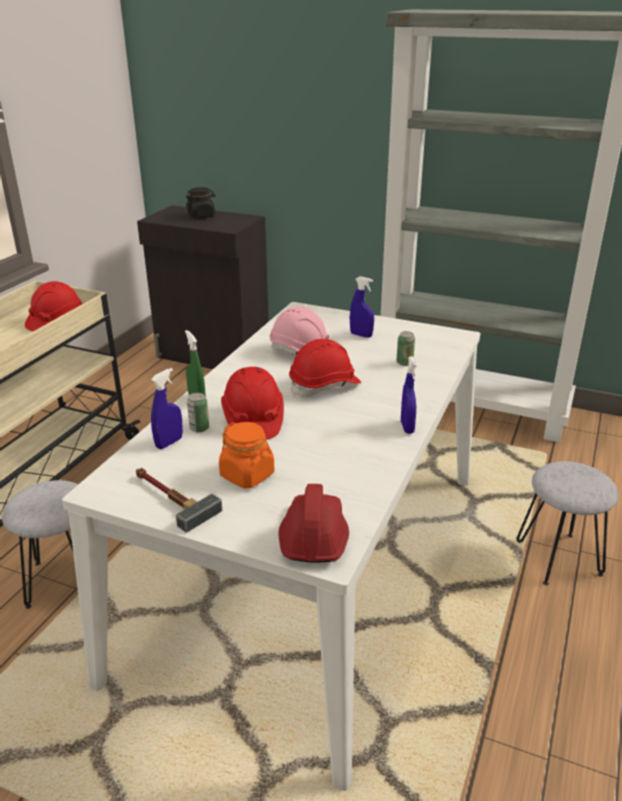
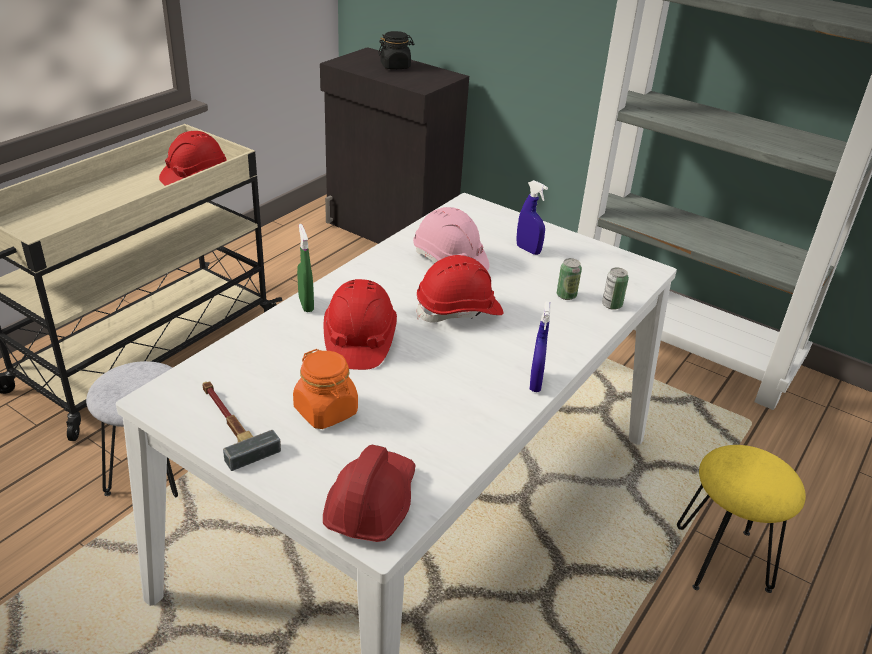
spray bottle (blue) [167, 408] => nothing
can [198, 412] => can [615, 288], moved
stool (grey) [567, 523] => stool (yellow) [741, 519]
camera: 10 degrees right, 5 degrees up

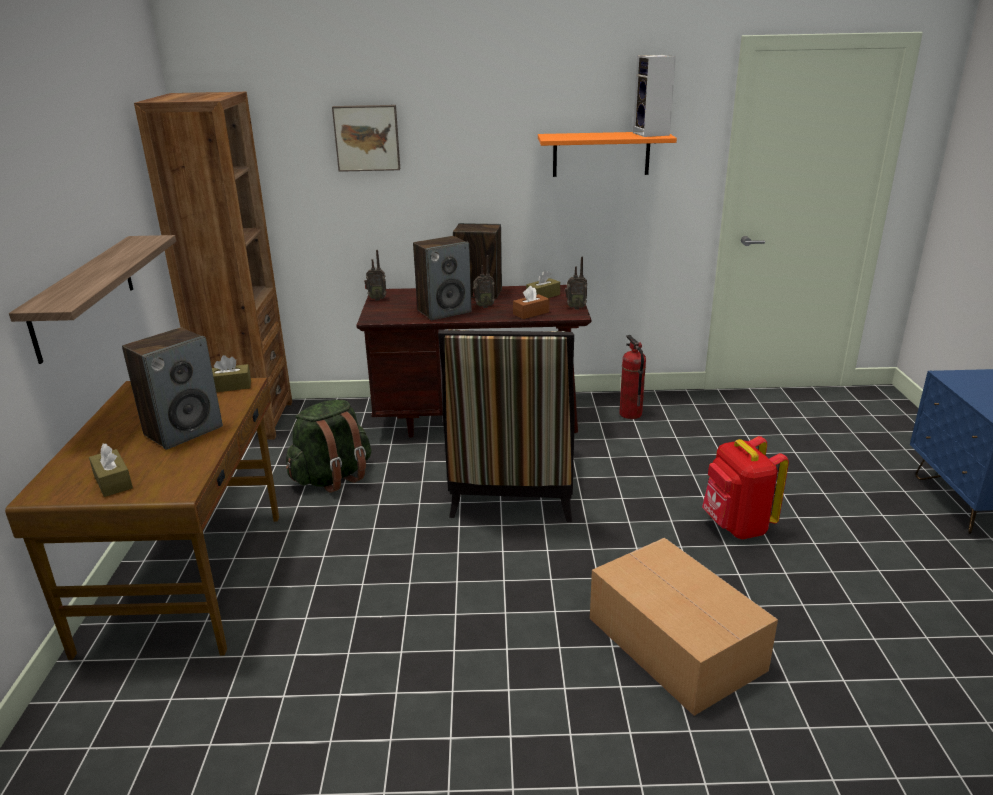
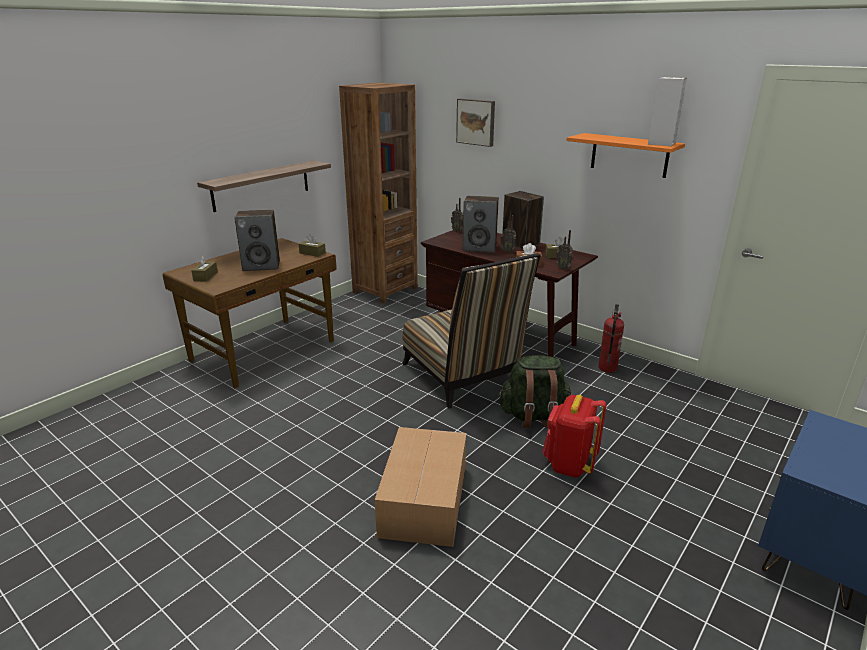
chair [506, 425] => chair [471, 331], 75 degrees counterclockwise
backpack (green) [328, 446] => backpack (green) [535, 391], moved
camera: 40 degrees right, 0 degrees up

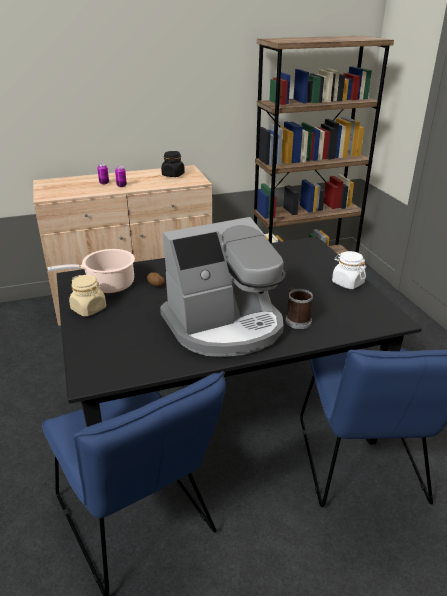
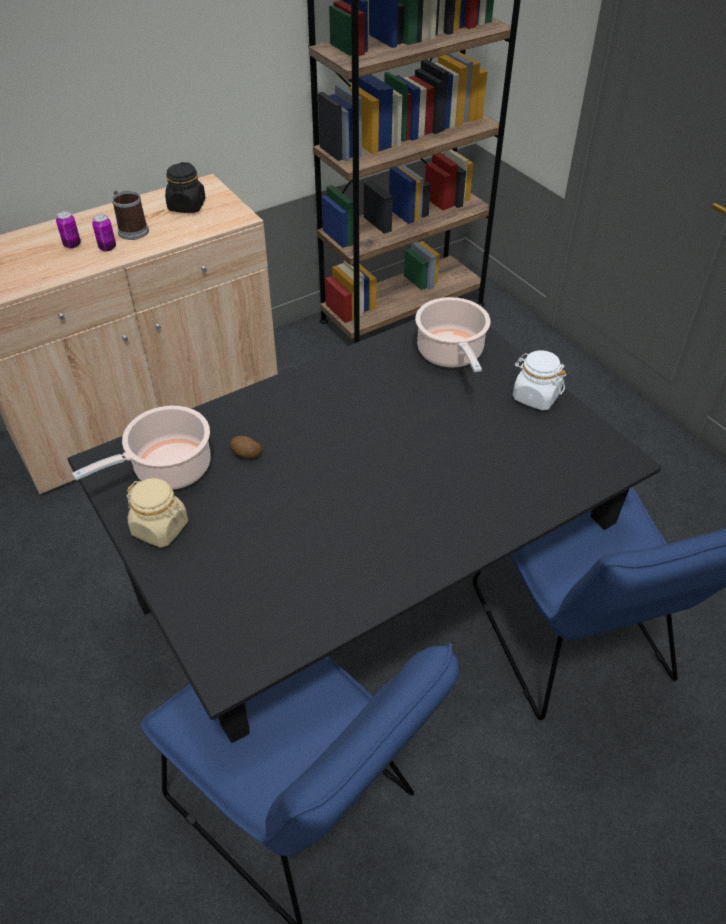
coffee machine [223, 287] => nothing
mug [299, 308] => mug [130, 215], moved
nothing => cooking pot [452, 334]
camera: 15 degrees left, 15 degrees up

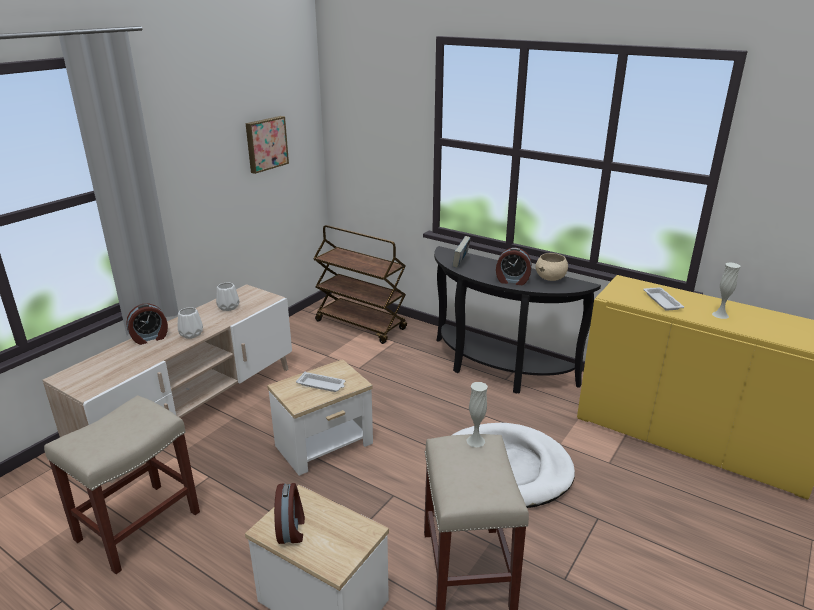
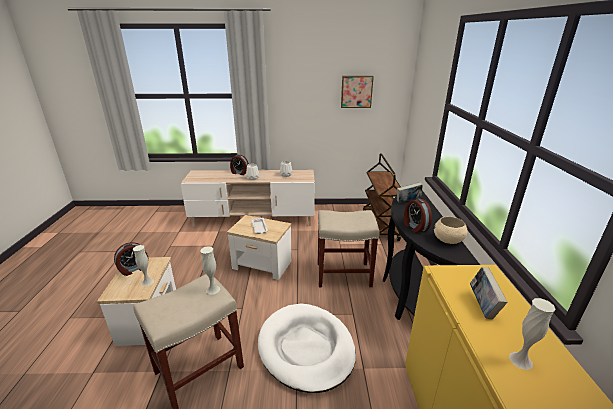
tray (white) [663, 299] => book [488, 293]
stool (beige) [122, 484] => stool (beige) [349, 248], moved
nothing => vase (white) [143, 265]
camera: 55 degrees right, 0 degrees up

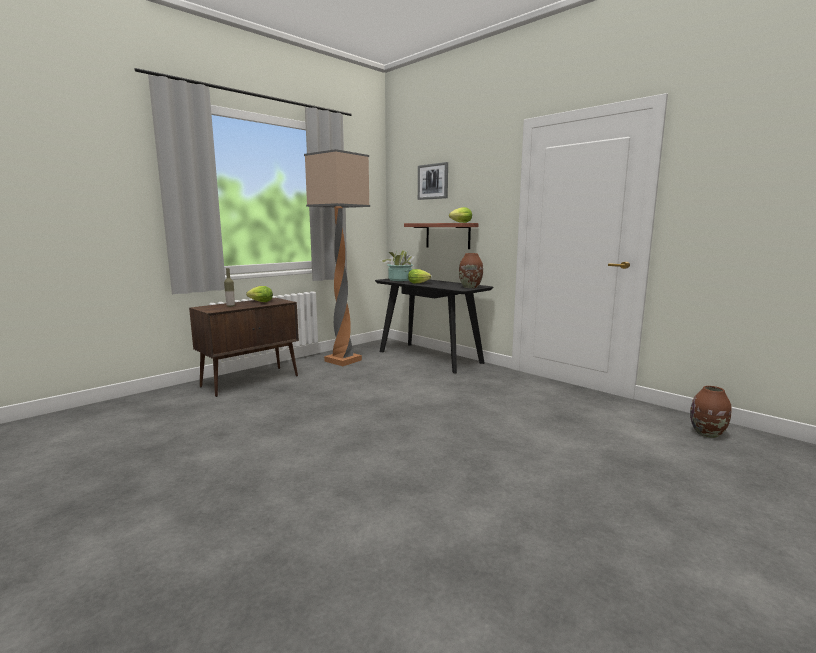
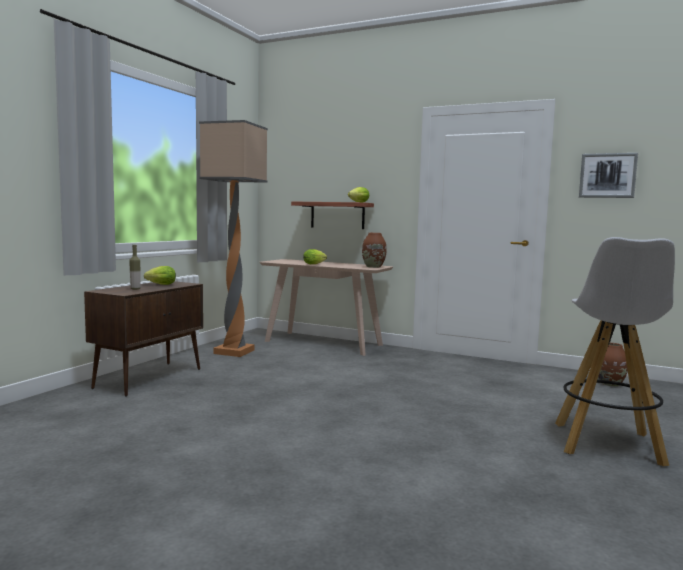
picture [433, 181] => picture [608, 175], moved
potted plant [397, 265] => nothing
console table (black) [434, 326] => console table (beige) [326, 307]
nothing => stool (white) [615, 351]
camera: 20 degrees left, 5 degrees down

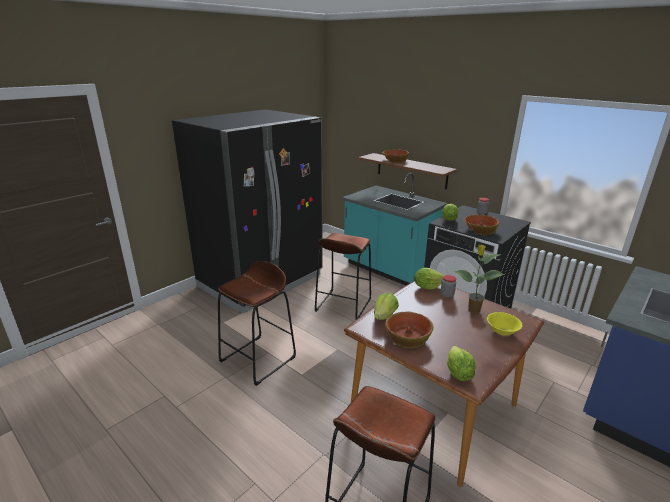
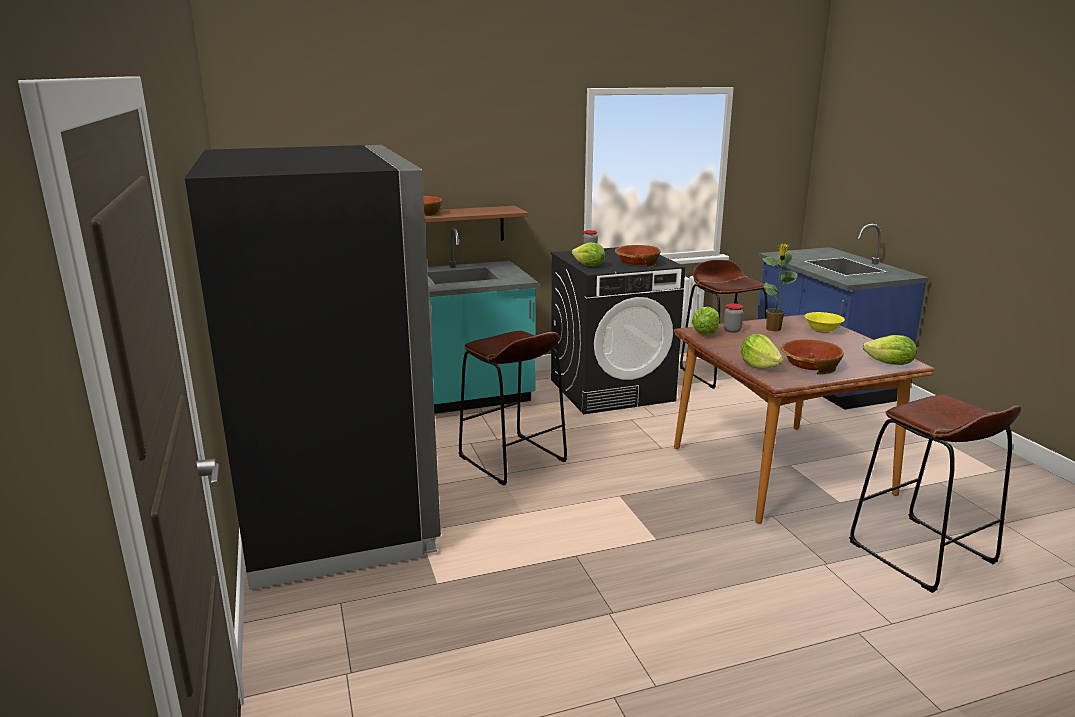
stool (brown) [257, 323] => stool (brown) [724, 324], moved
camera: 60 degrees left, 5 degrees down

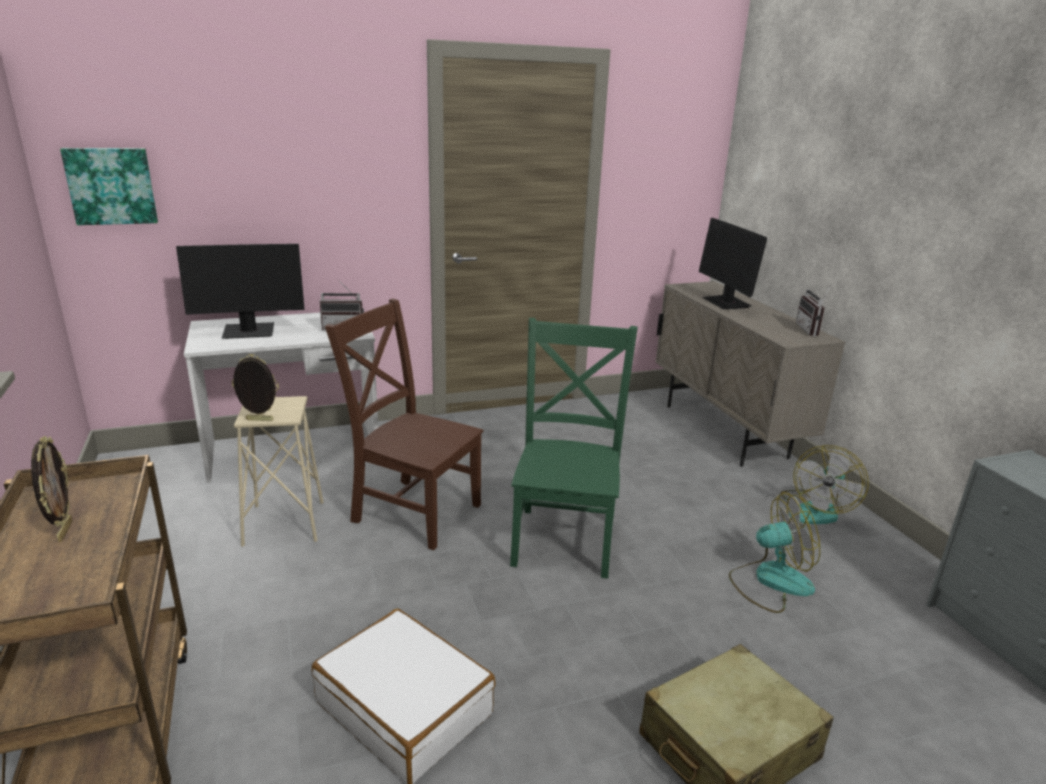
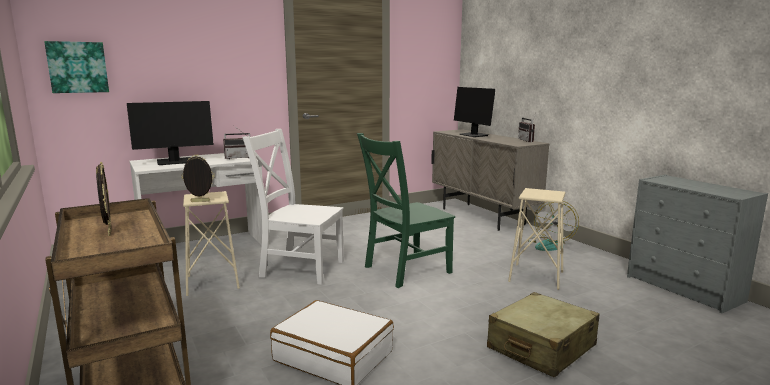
chair (brown) [404, 424] => chair (white) [293, 207]
chair (green) [574, 448] => chair (green) [406, 210], 120 degrees counterclockwise
fan [774, 552] => stool (beige) [537, 239]
camera: 10 degrees left, 10 degrees down

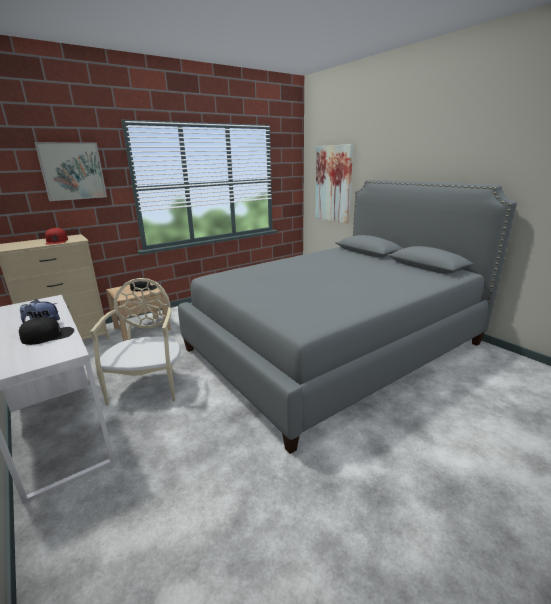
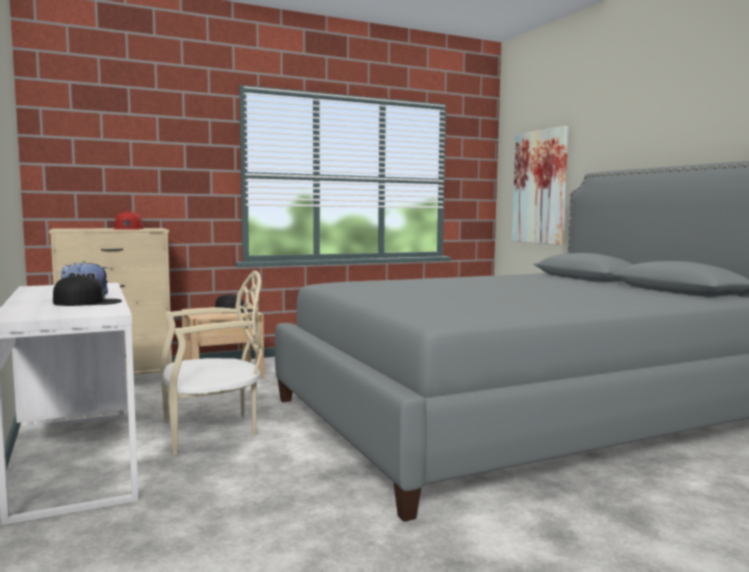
picture [70, 171] => nothing
chair (beige) [135, 342] => chair (beige) [211, 363], 60 degrees clockwise
camera: 10 degrees right, 15 degrees down

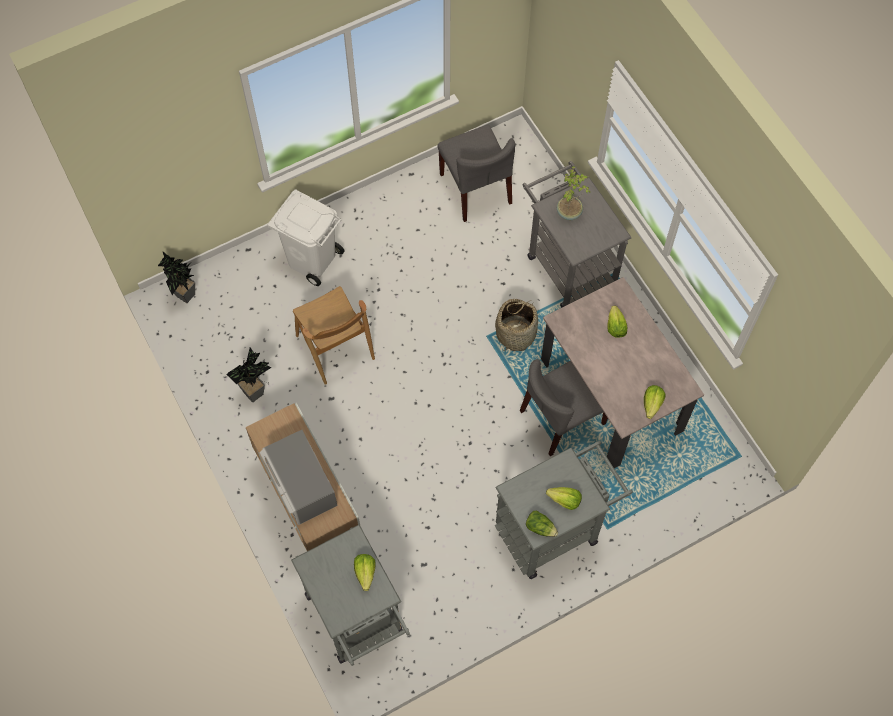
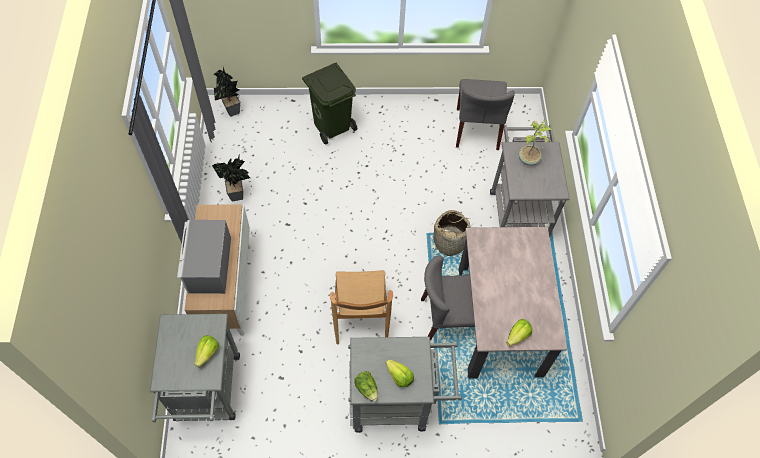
trash can (white) [306, 237] => trash can (green) [329, 104]
chair (brown) [334, 335] => chair (brown) [361, 307], moved
lettuce [617, 322] => nothing
camera: 25 degrees right, 5 degrees down

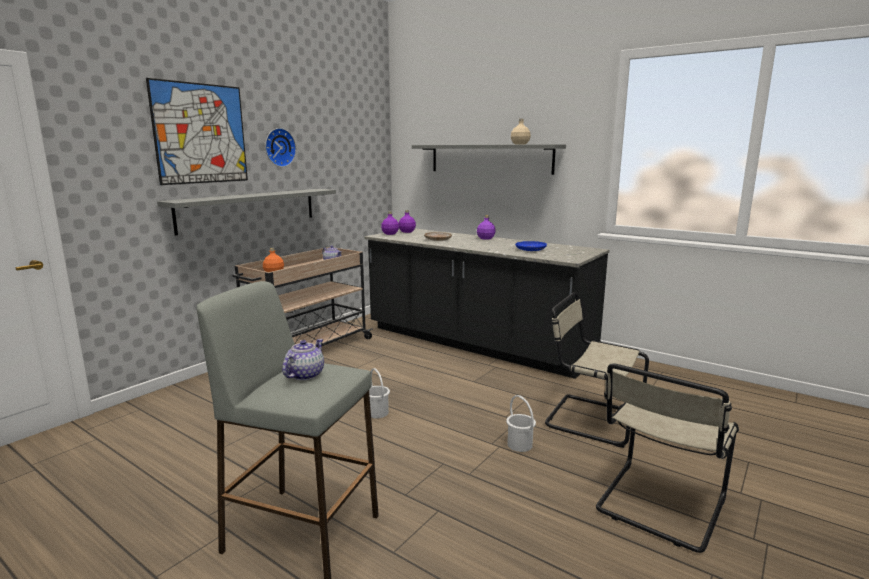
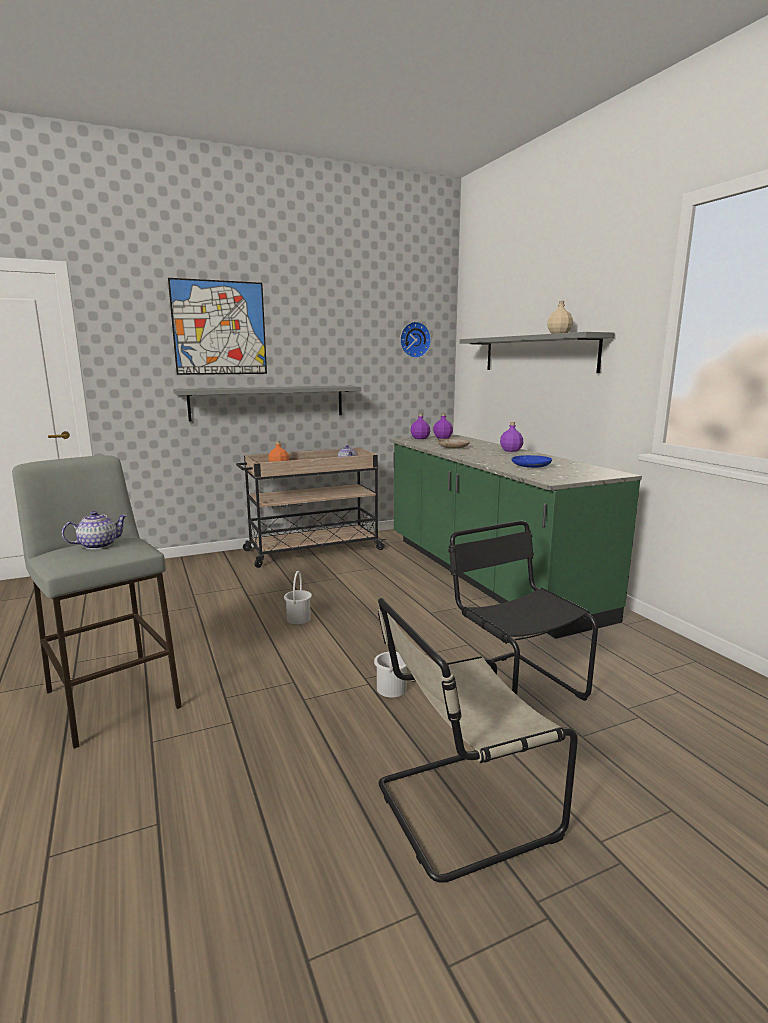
wall clock [280, 147] => wall clock [415, 339], moved
counter (black) [486, 304] => counter (green) [515, 537]
chair (beige) [597, 370] => chair (black) [523, 611]
camera: 30 degrees right, 0 degrees up

